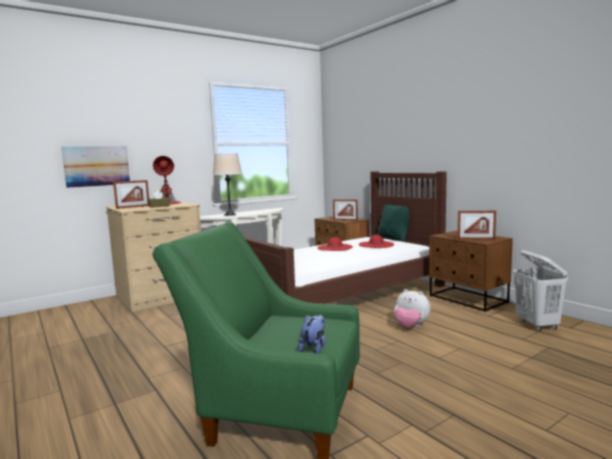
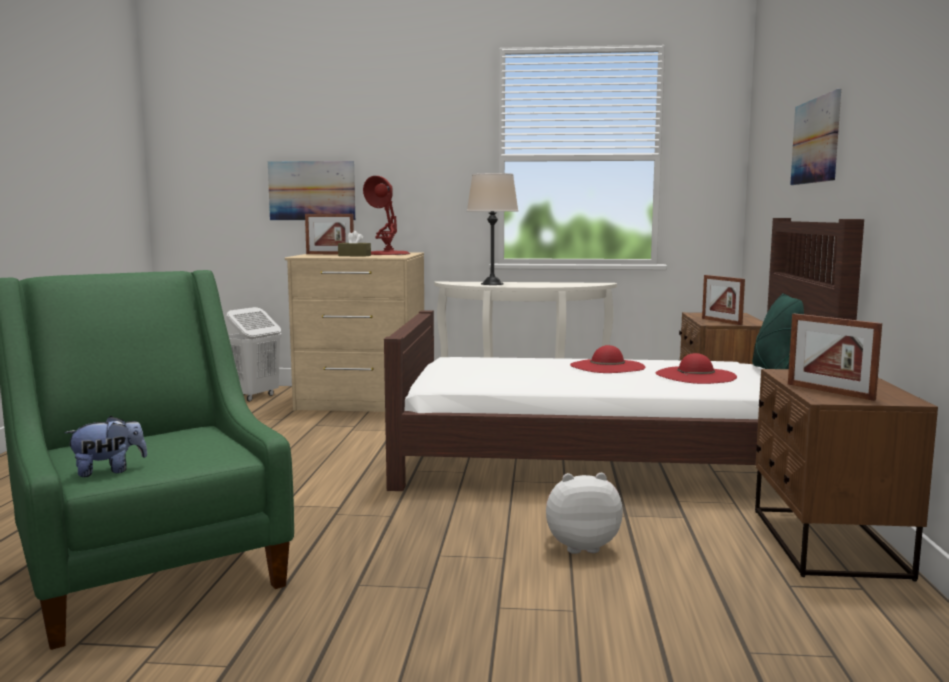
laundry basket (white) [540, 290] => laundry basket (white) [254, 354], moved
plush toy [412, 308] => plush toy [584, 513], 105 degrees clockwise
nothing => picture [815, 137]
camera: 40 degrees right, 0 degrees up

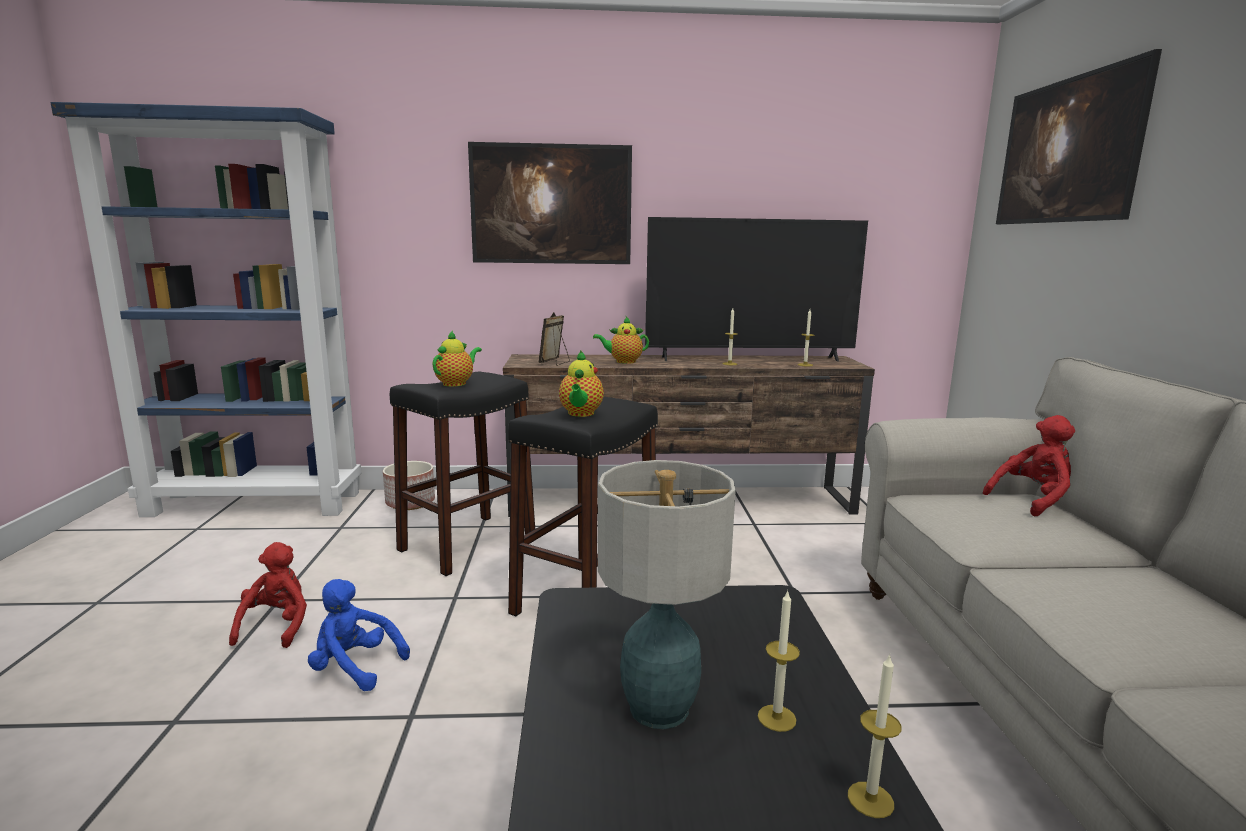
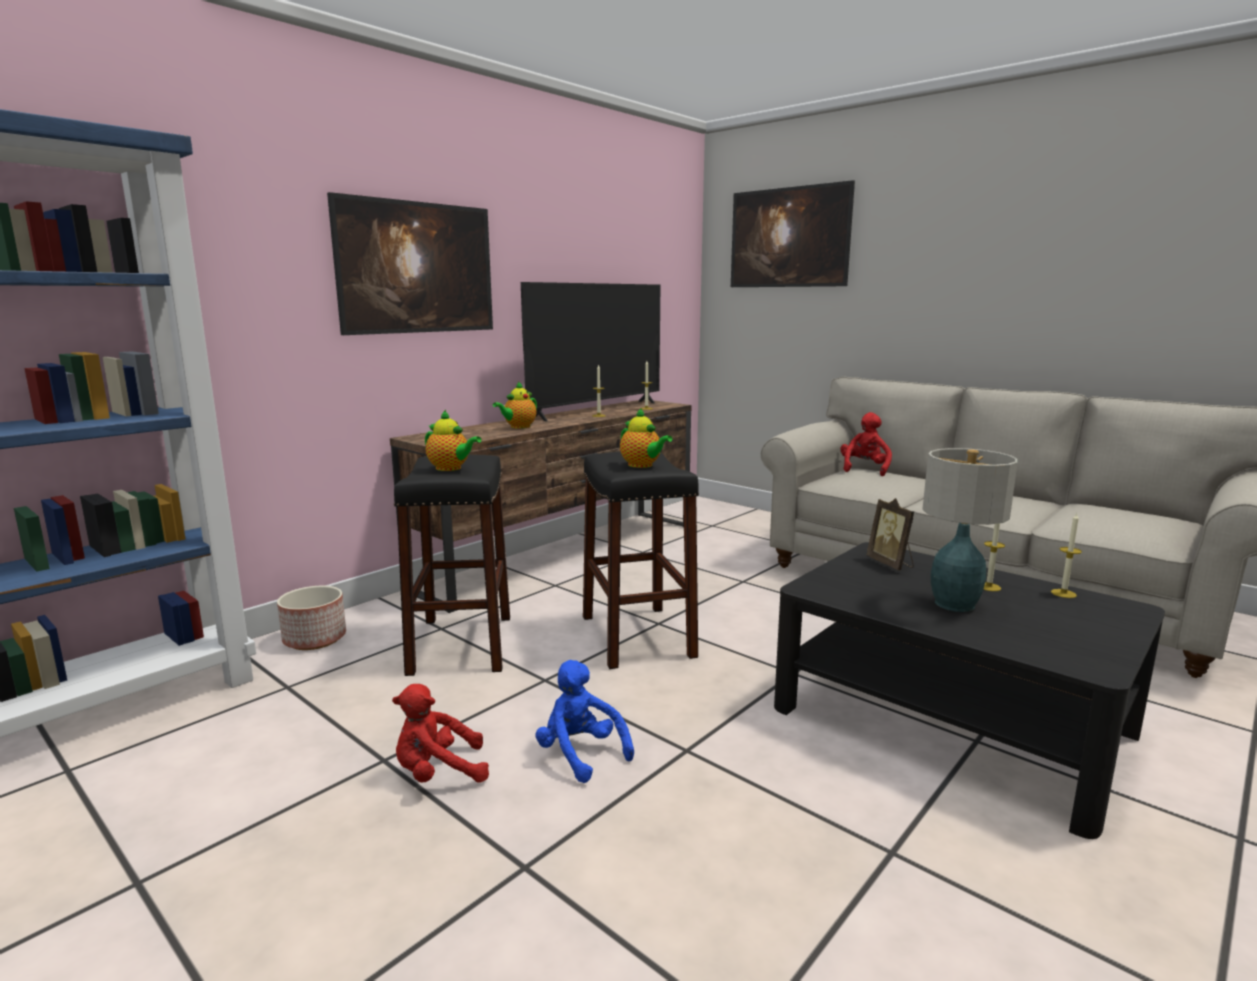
picture frame [554, 339] => picture frame [890, 534], moved
teapot [457, 359] => teapot [453, 440], 135 degrees clockwise
plush toy (red) [268, 595] => plush toy (red) [440, 733], 60 degrees counterclockwise
plush toy (blue) [359, 635] => plush toy (blue) [584, 721], 75 degrees clockwise
camera: 45 degrees left, 0 degrees up

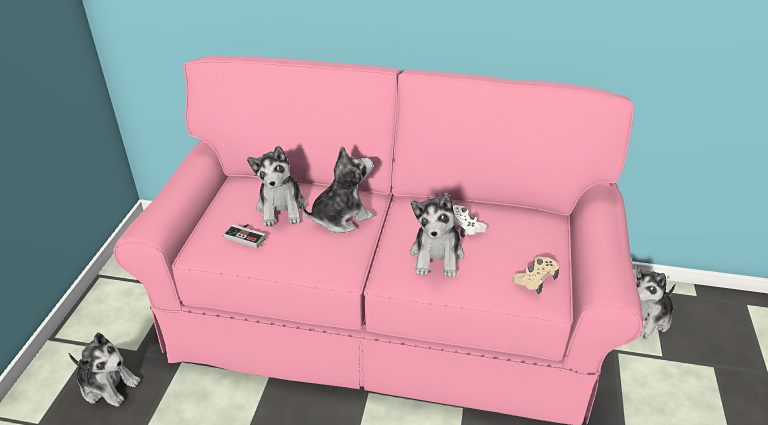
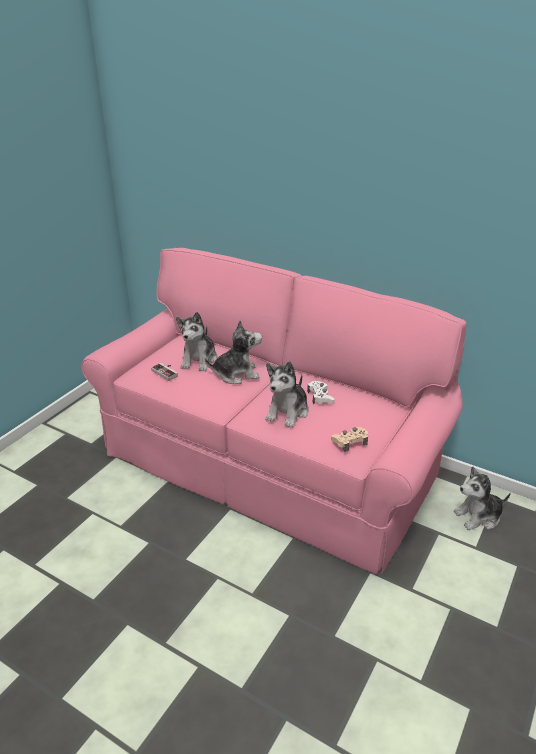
plush toy [105, 370] => nothing
camera: 20 degrees right, 5 degrees down

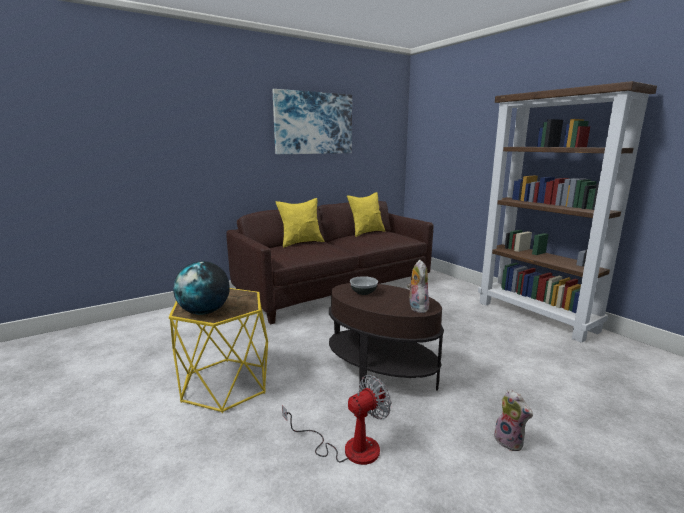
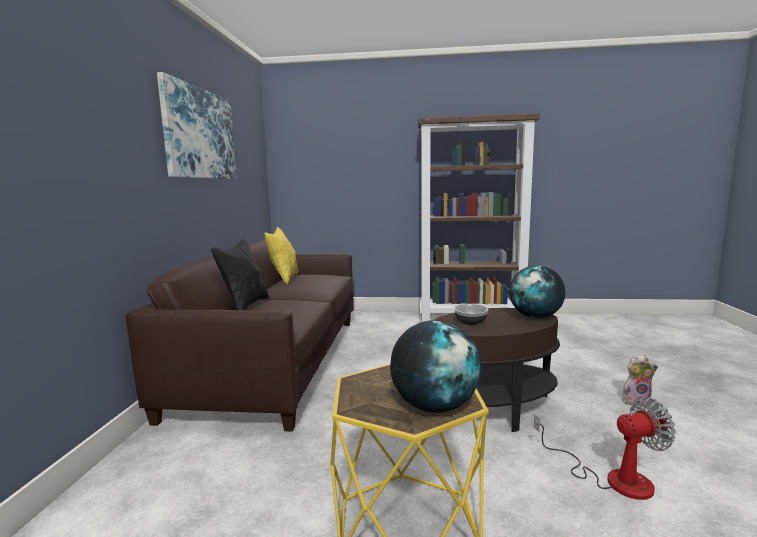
pillow (yellow) [300, 222] => pillow (black) [240, 274]
plush toy [418, 286] => globe [537, 291]
fan [336, 420] => fan [605, 448], 75 degrees clockwise
camera: 50 degrees left, 5 degrees down

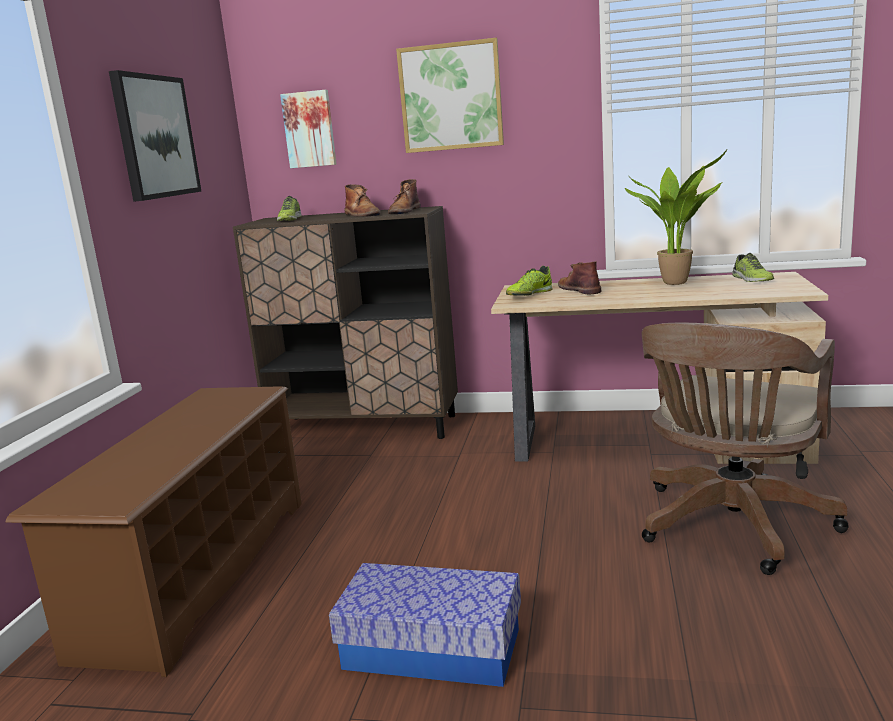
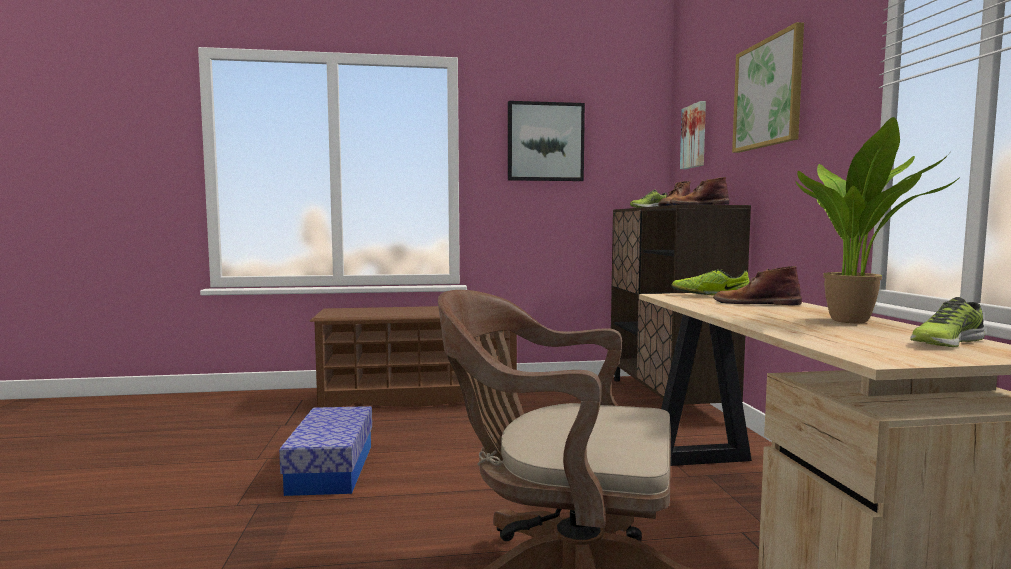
boot (brown) [579, 277] => boot (brown) [757, 285], 120 degrees counterclockwise
camera: 70 degrees right, 10 degrees down

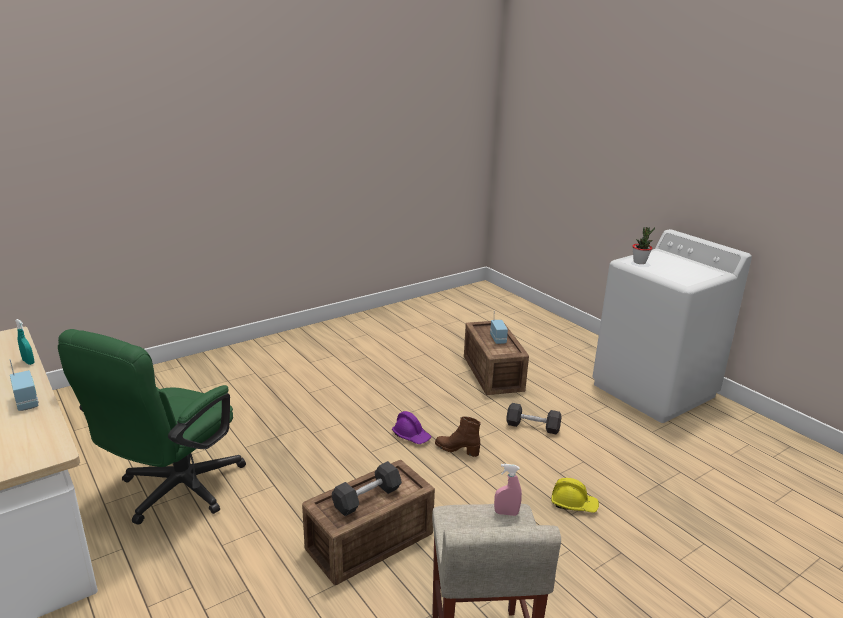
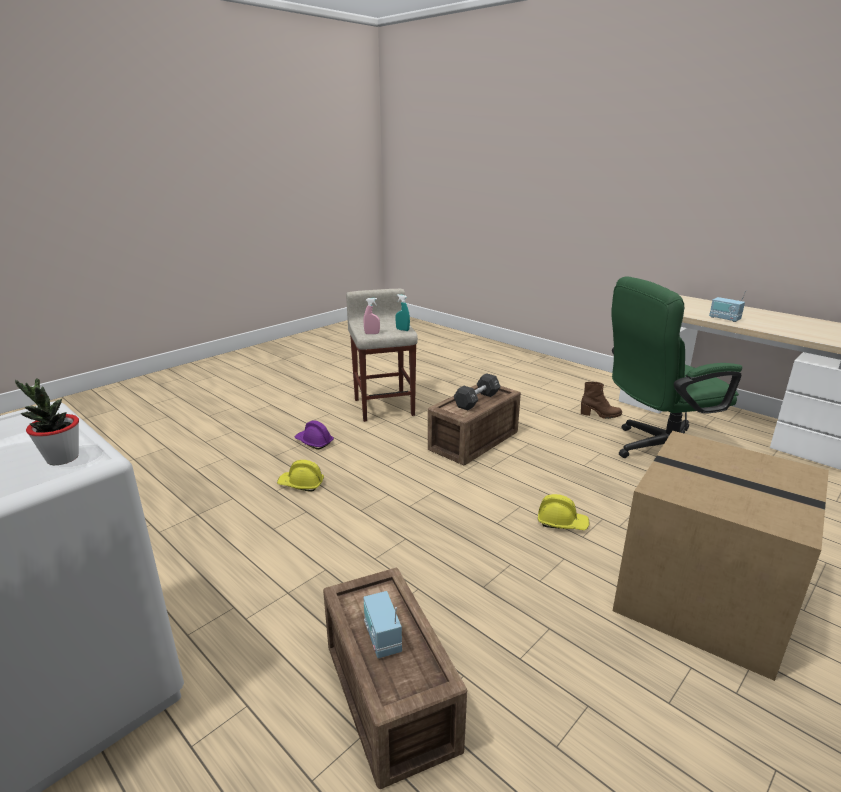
spray bottle (turquoise) [24, 342] => spray bottle (turquoise) [403, 312], moved
office chair (green) [152, 427] => office chair (green) [676, 367], 120 degrees counterclockwise
dumbbell (black) [534, 418] => nothing
hard hat (purple) [411, 427] => hard hat (purple) [314, 435], moved
boot (brown) [458, 436] => boot (brown) [601, 400], moved
nothing => cardboard box [721, 556]
nothing => hard hat (yellow) [564, 512]
camera: 170 degrees right, 0 degrees up

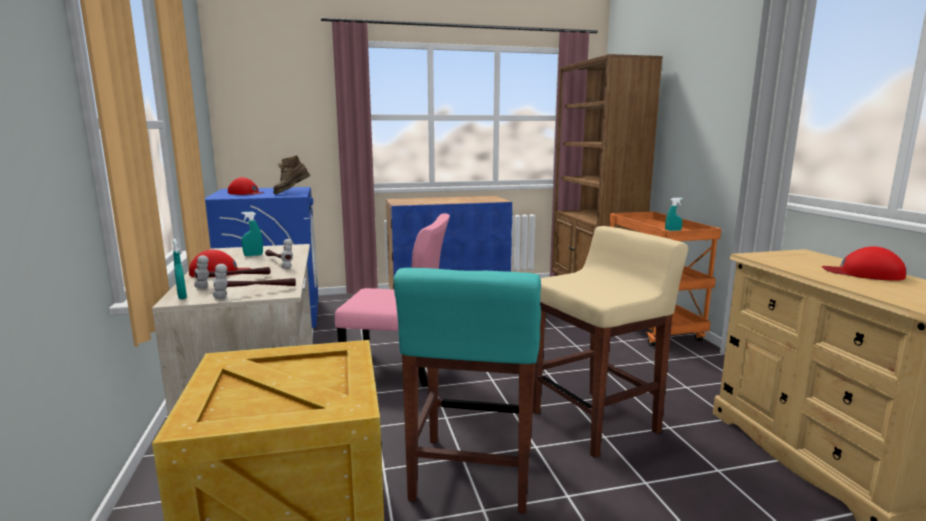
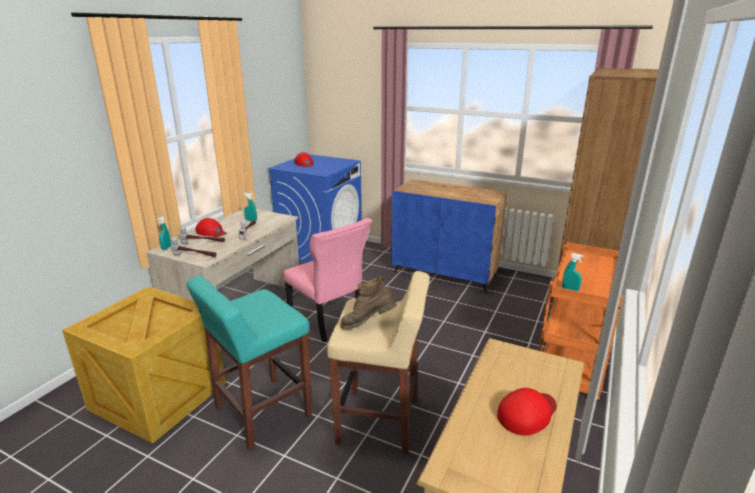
boot (brown) [292, 174] => boot (brown) [368, 303], moved
cap (red) [864, 263] => cap (red) [527, 412], 75 degrees clockwise
camera: 40 degrees right, 10 degrees up

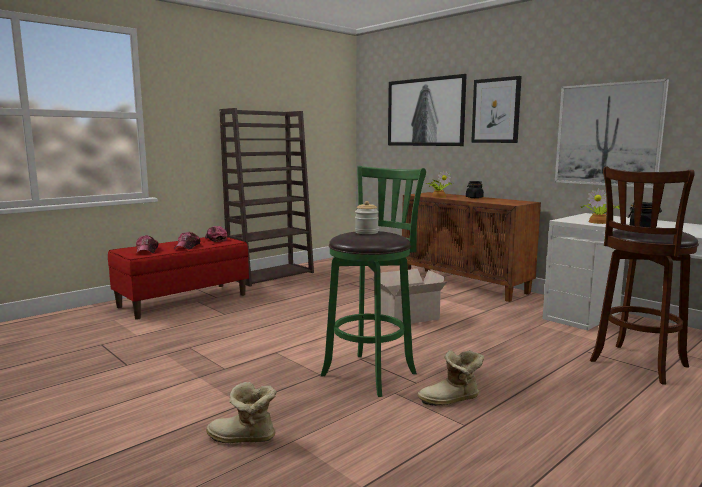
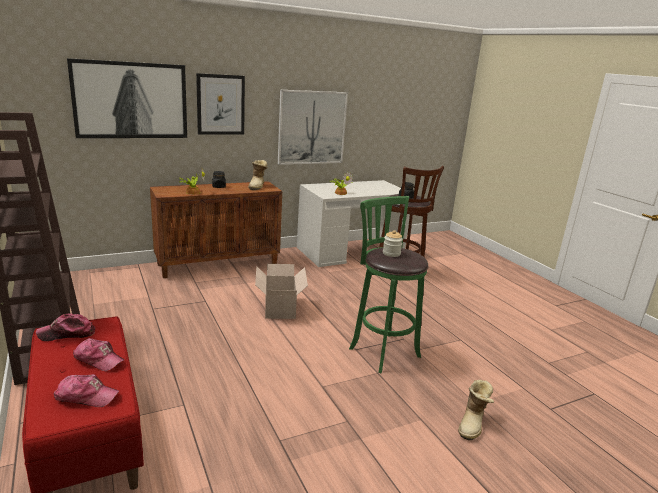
boot [450, 378] => boot [258, 175], moved
camera: 75 degrees left, 10 degrees up

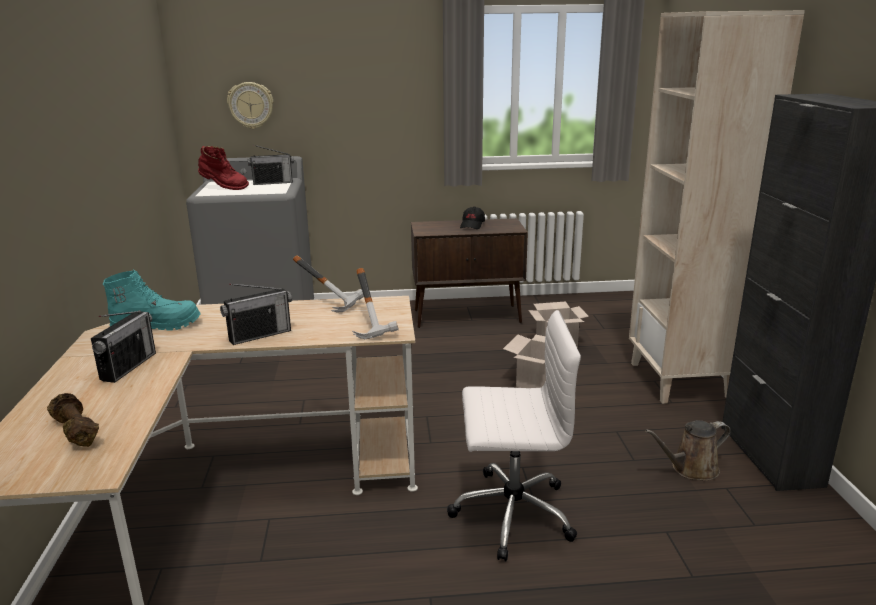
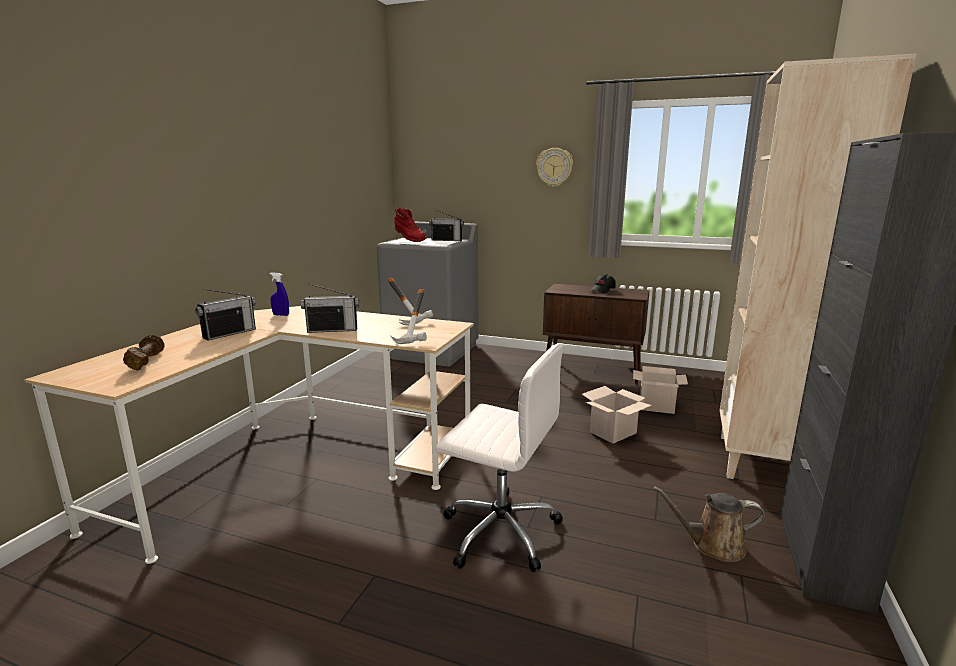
wall clock [250, 105] => wall clock [554, 167], moved
boot (turquoise) [152, 299] => spray bottle (blue) [279, 294]
camera: 25 degrees right, 5 degrees down

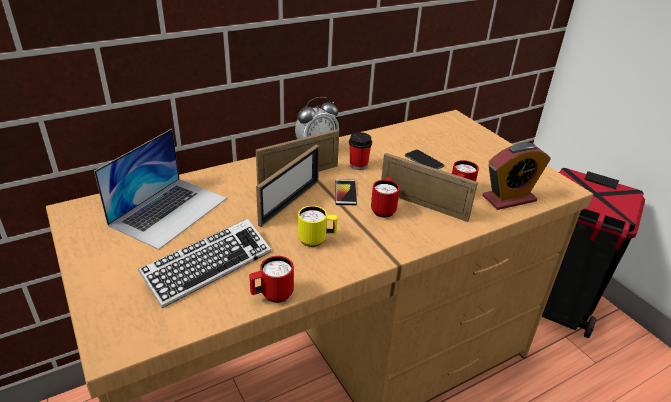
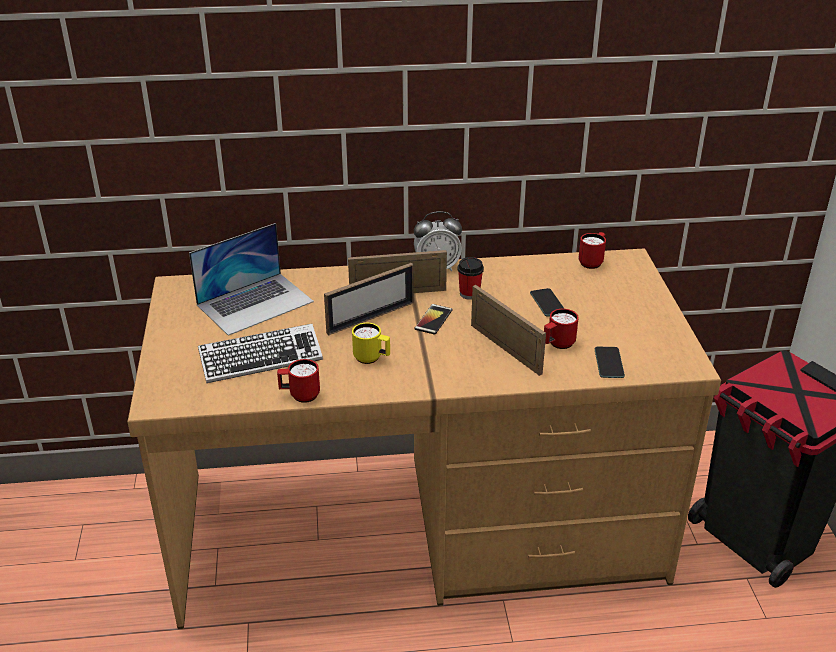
alarm clock [516, 176] => phone [610, 362]
mug (red) [385, 197] => mug (red) [592, 250], moved
camera: 25 degrees right, 0 degrees up

